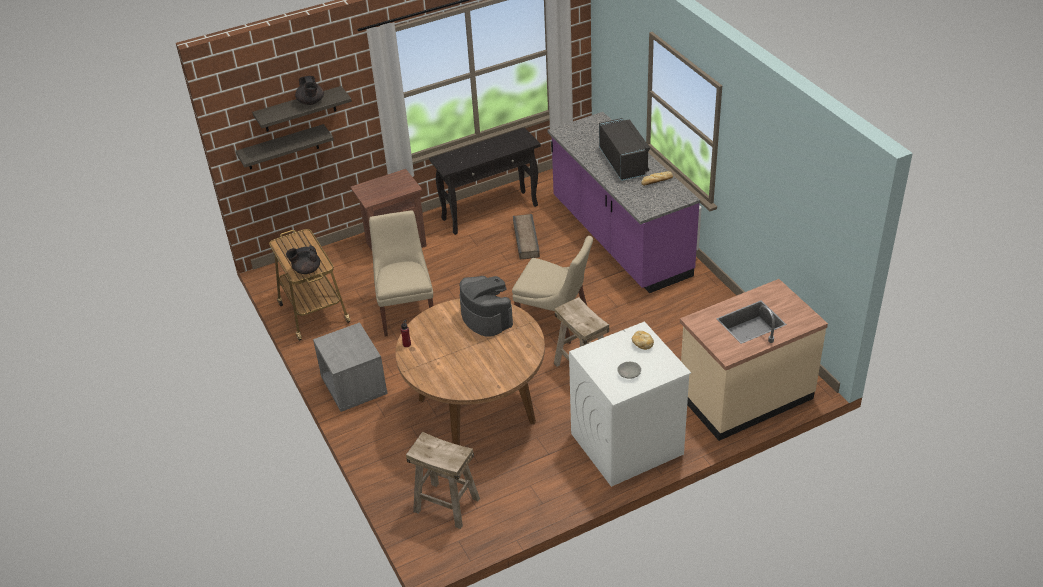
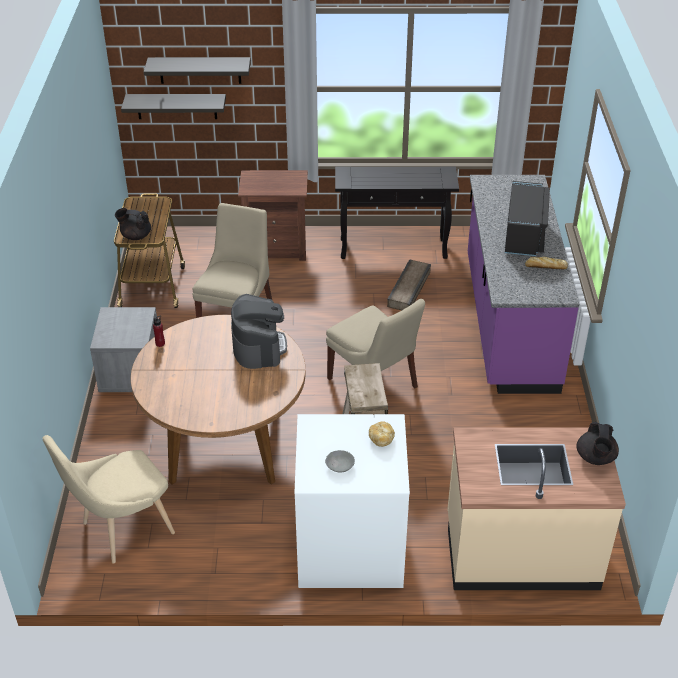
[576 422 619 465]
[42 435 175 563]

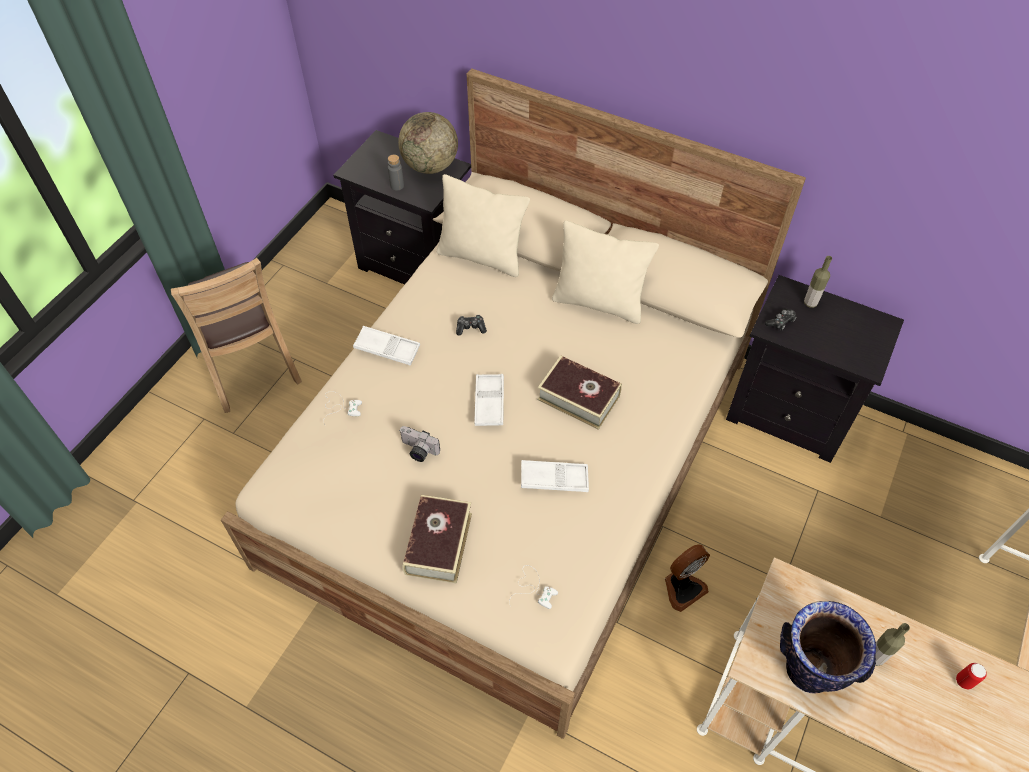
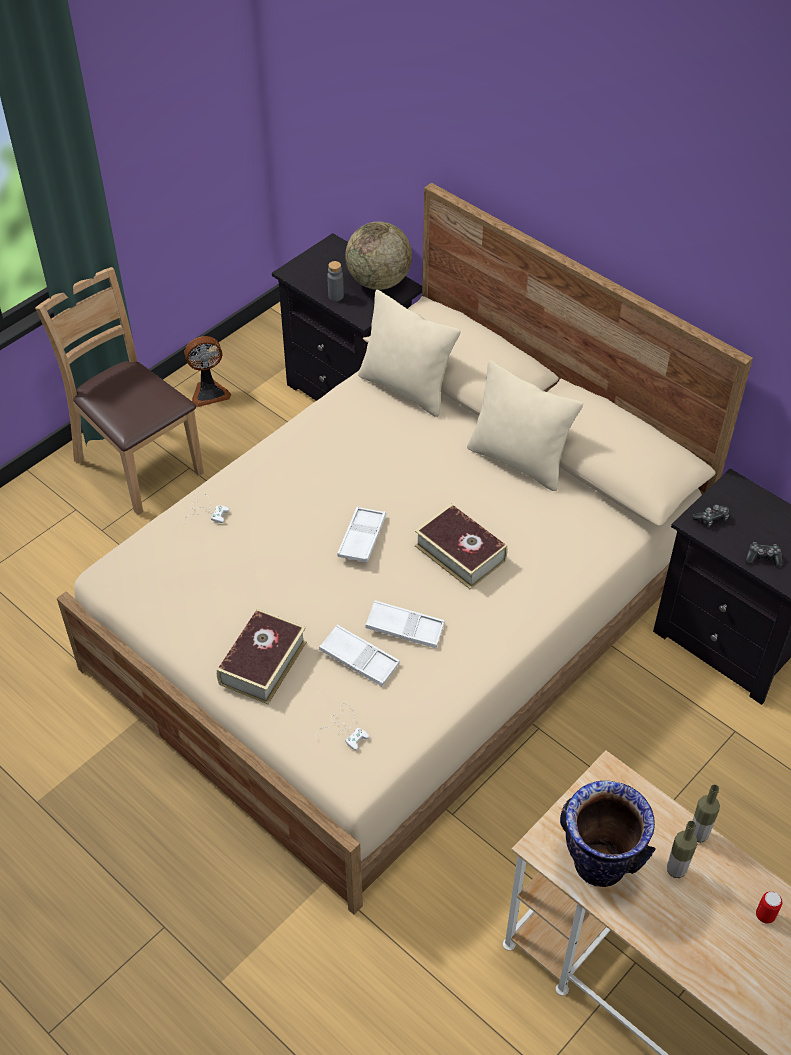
[400 426 440 462] (first image)
[319 625 400 687]
[745 542 782 568]
[185 336 231 407]
[692 784 720 843]
[35 267 204 515]

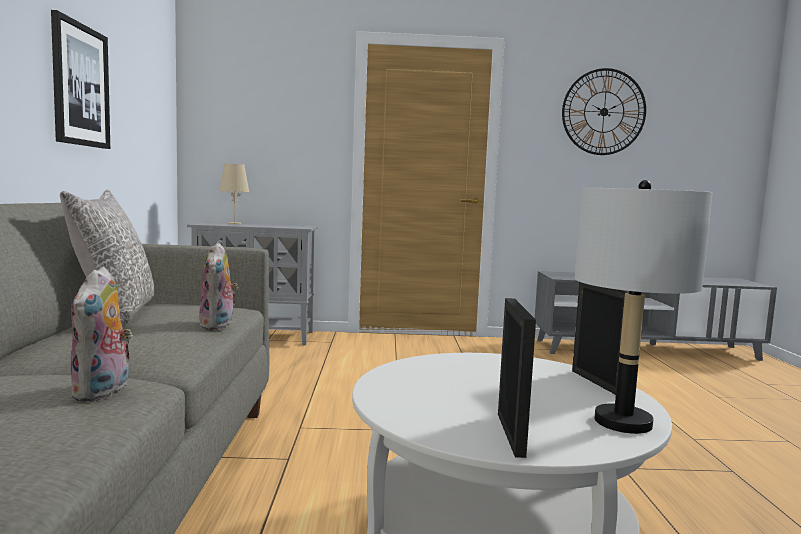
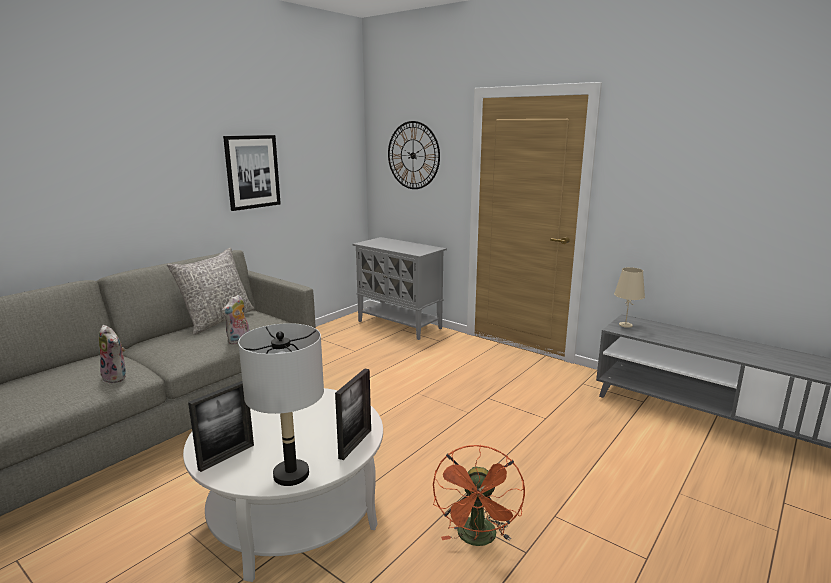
[433 445 525 546]
[614 267 645 328]
[388 121 440 189]
[99 325 126 384]

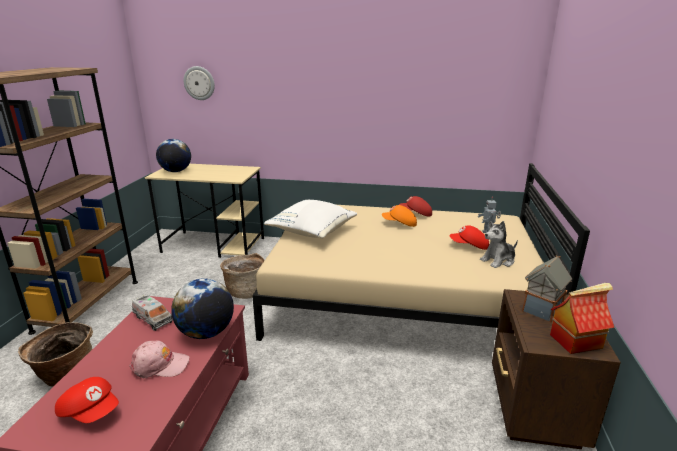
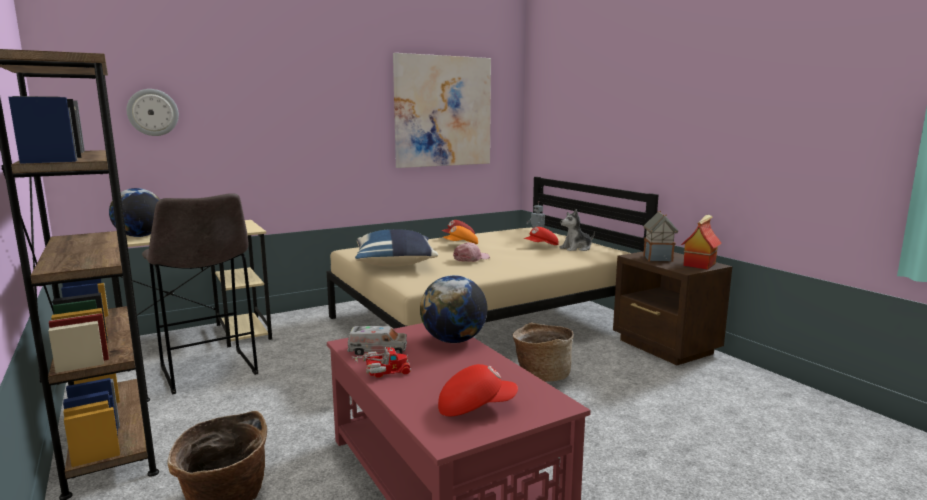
[142 193 258 394]
[352 346 411 378]
[393 53 491 168]
[453 242 490 262]
[513 322 574 381]
[355 229 438 267]
[559 209 595 251]

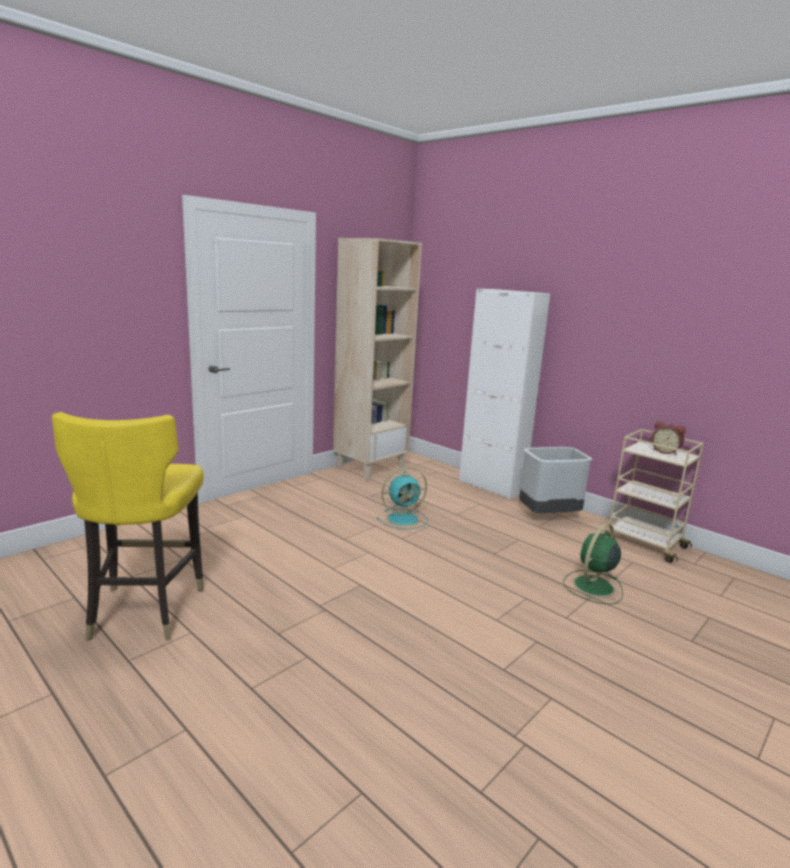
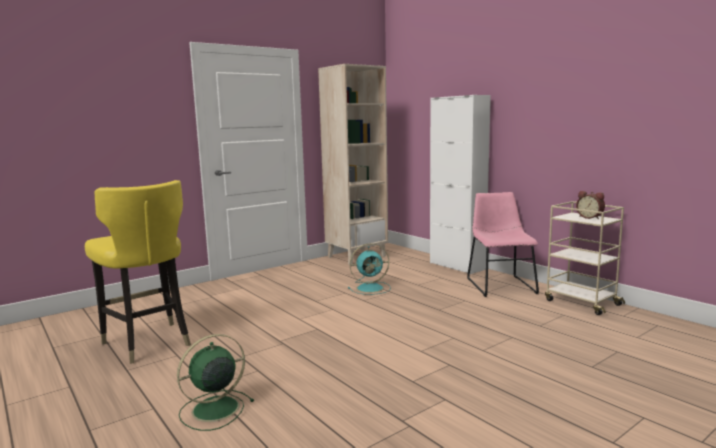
[177 334 254 431]
[467 192 539 297]
[85 180 191 364]

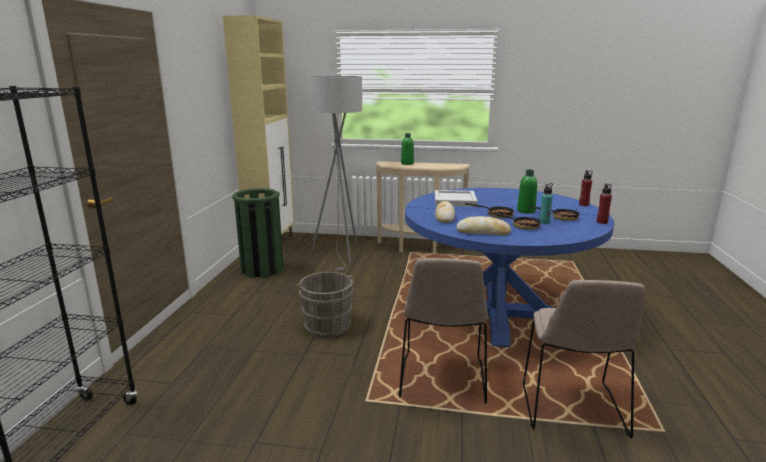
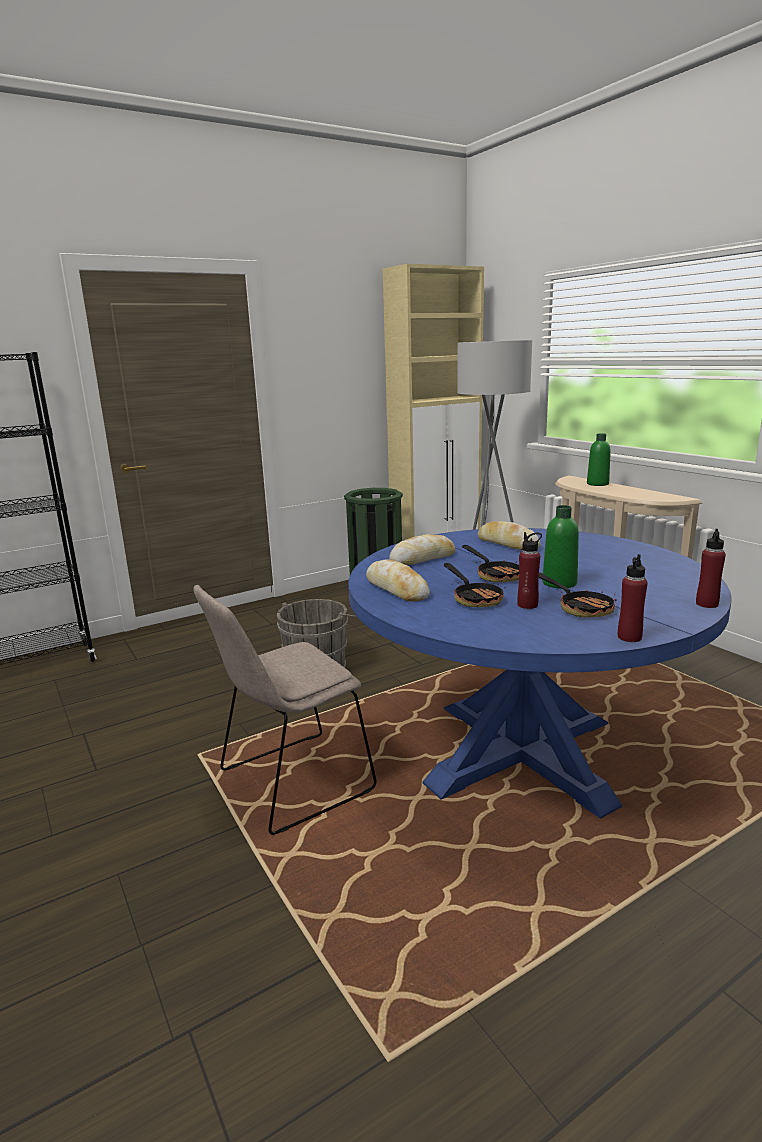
[522 280 645 438] (first image)
[478 521 540 550]
[517 532 542 609]

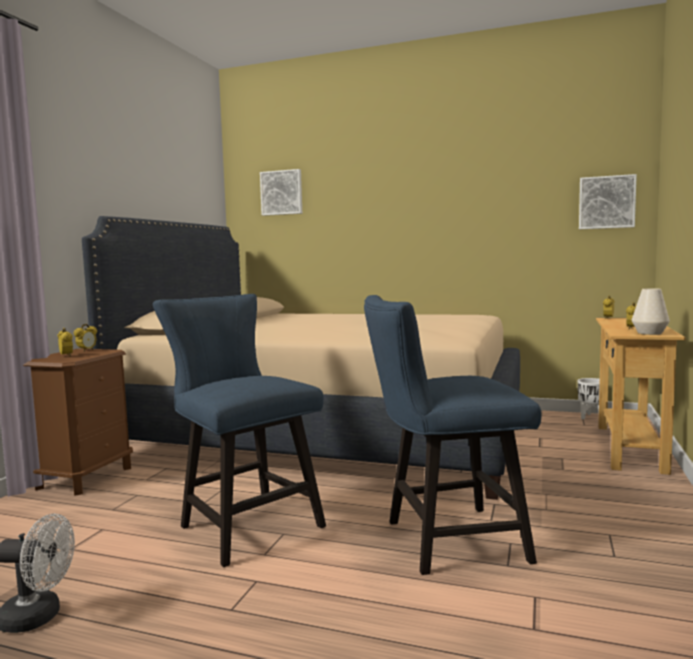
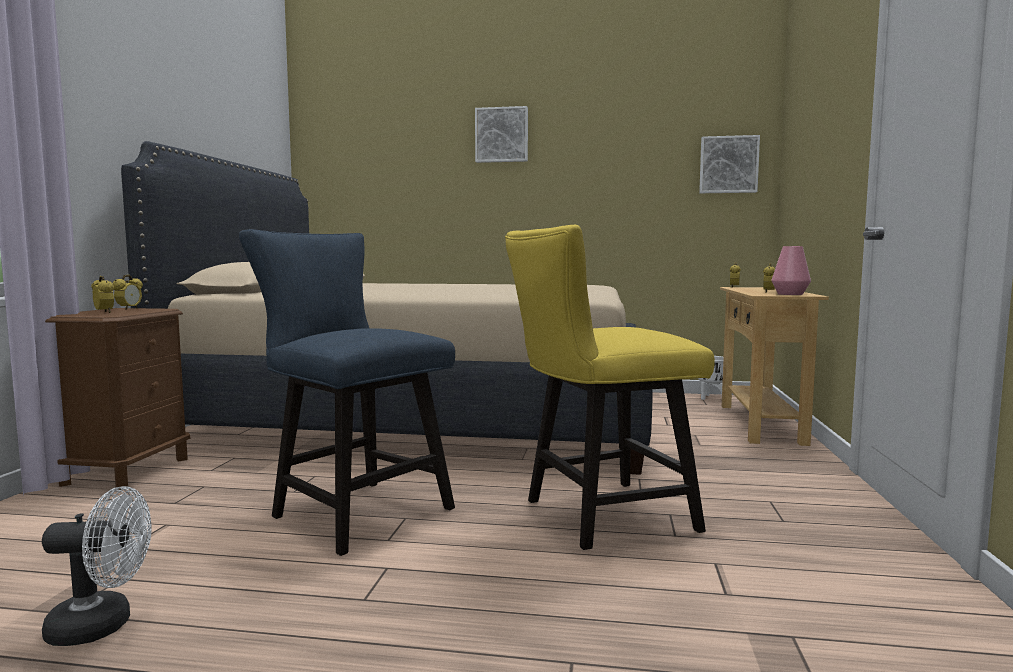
[475 106 528 163]
[505 225 715 550]
[771 246 811 295]

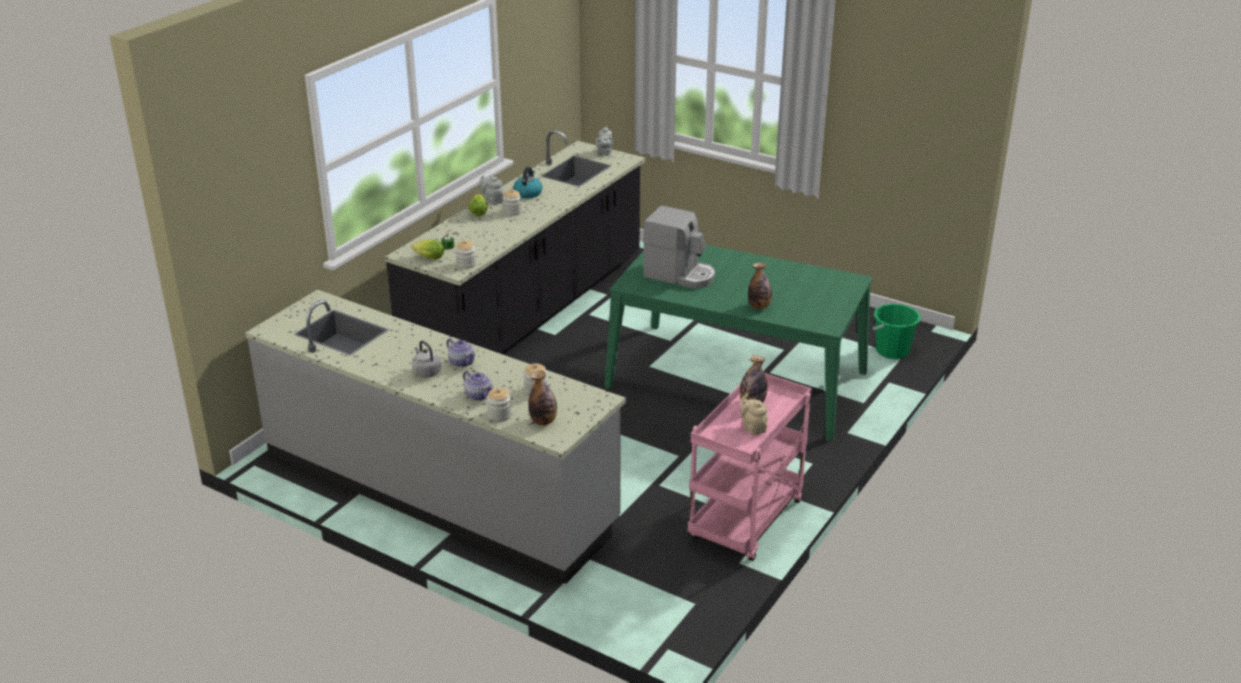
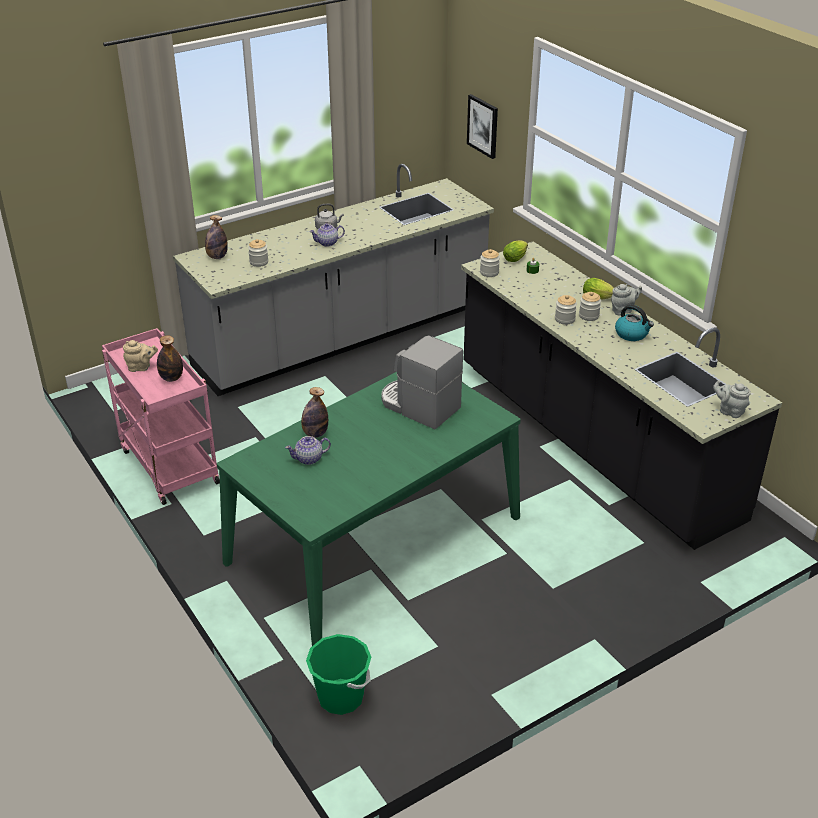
[467 94 498 159]
[285 436 331 465]
[555 295 577 325]
[381 335 463 429]

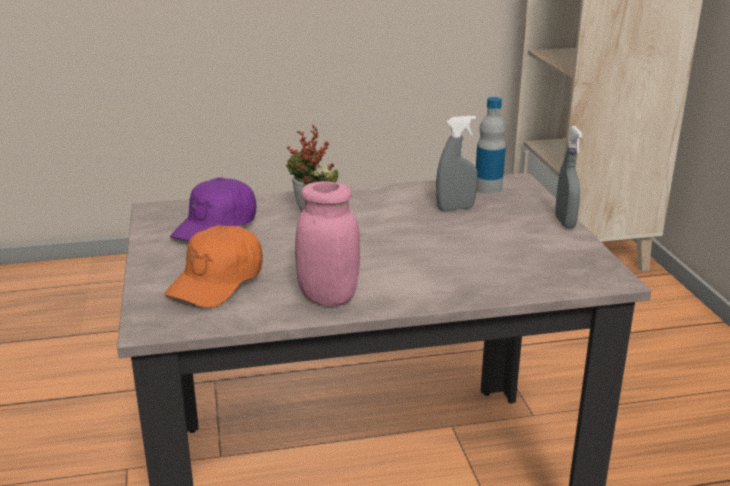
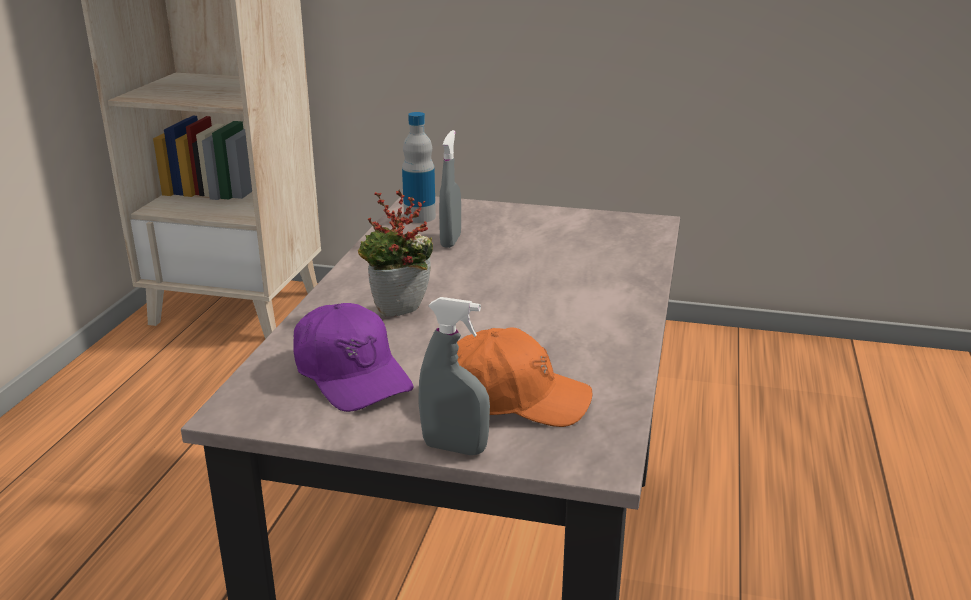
[295 181 360 306] (first image)
[418 297 490 455]
[457 327 593 427]

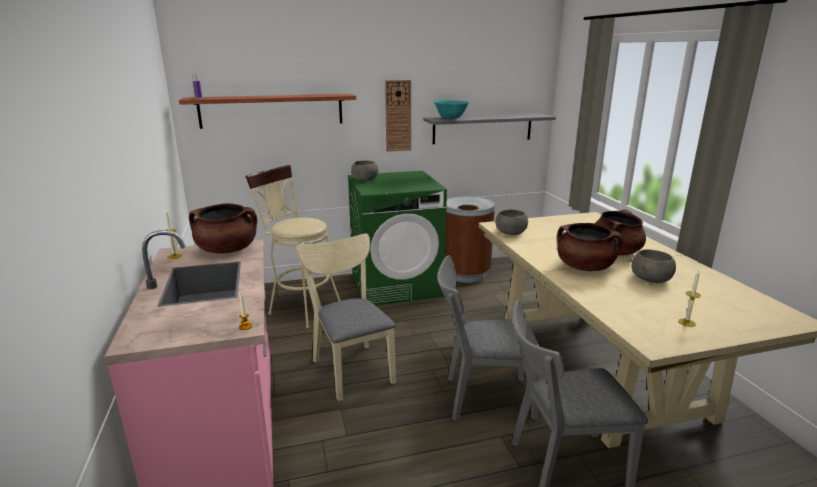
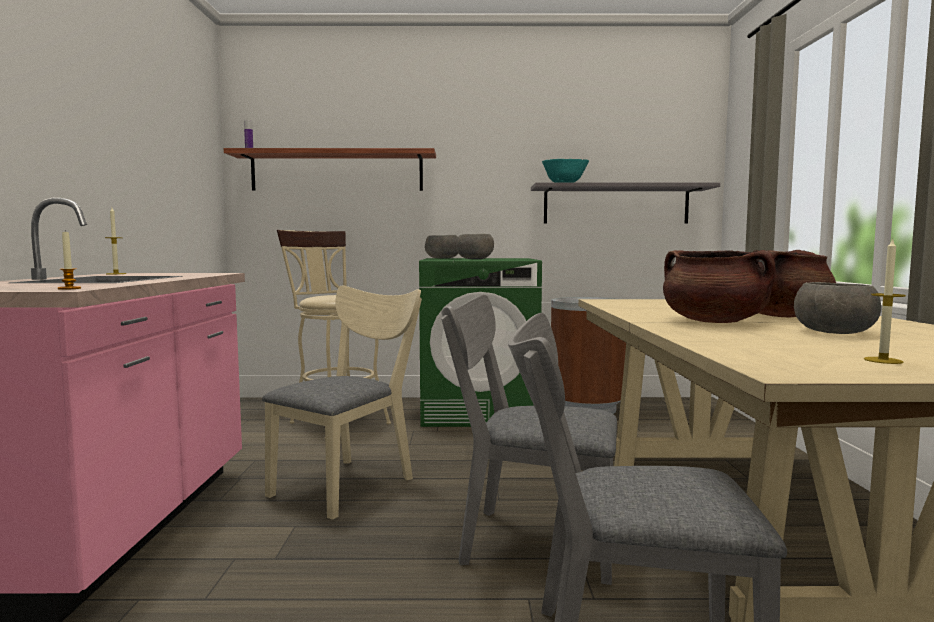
[189 203 257 254] (first image)
[385 80 411 152] (first image)
[456 234 494 259]
[262 286 422 520]

